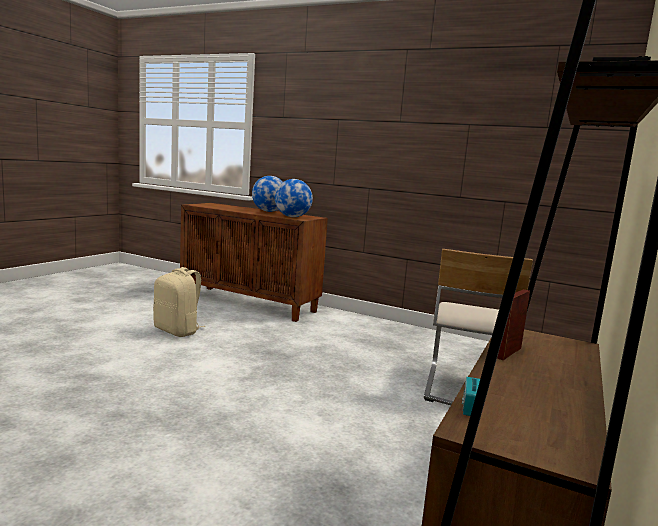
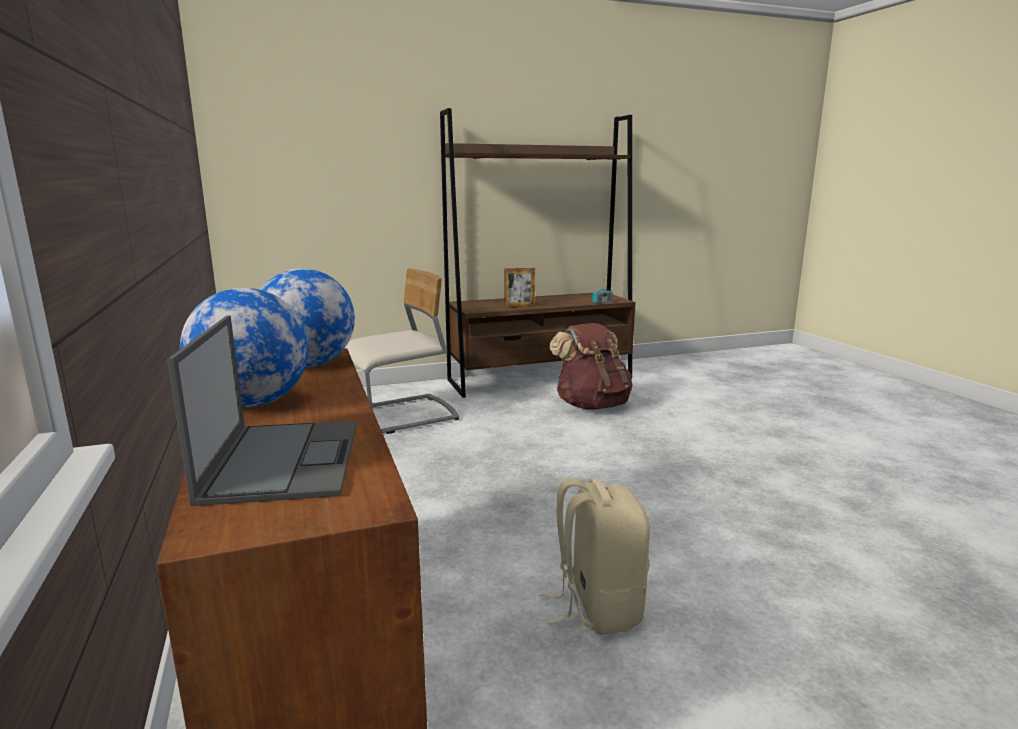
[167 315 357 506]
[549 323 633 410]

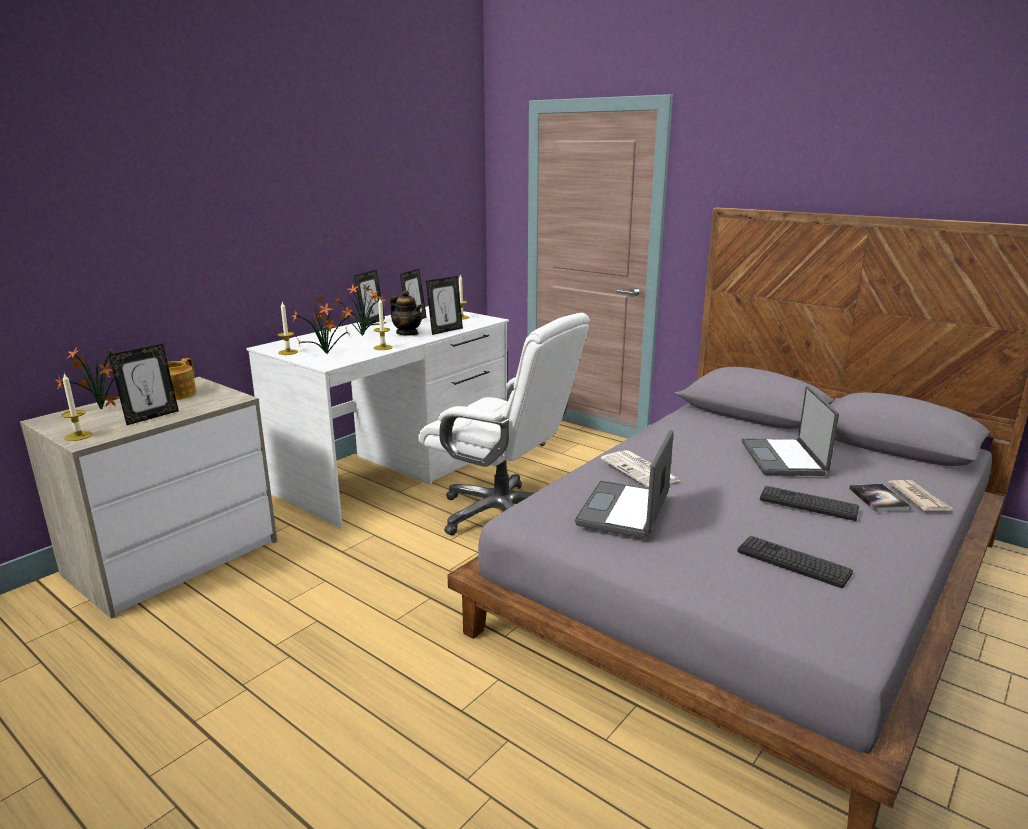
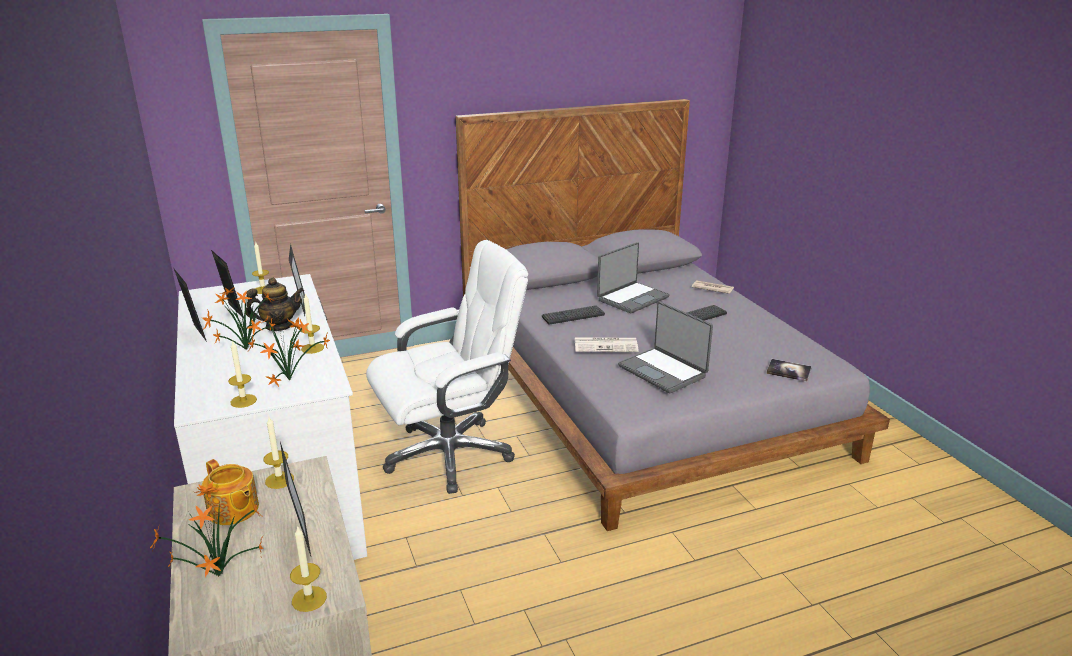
[263 417 294 489]
[542 305 605 325]
[766 359 812 382]
[597 242 670 313]

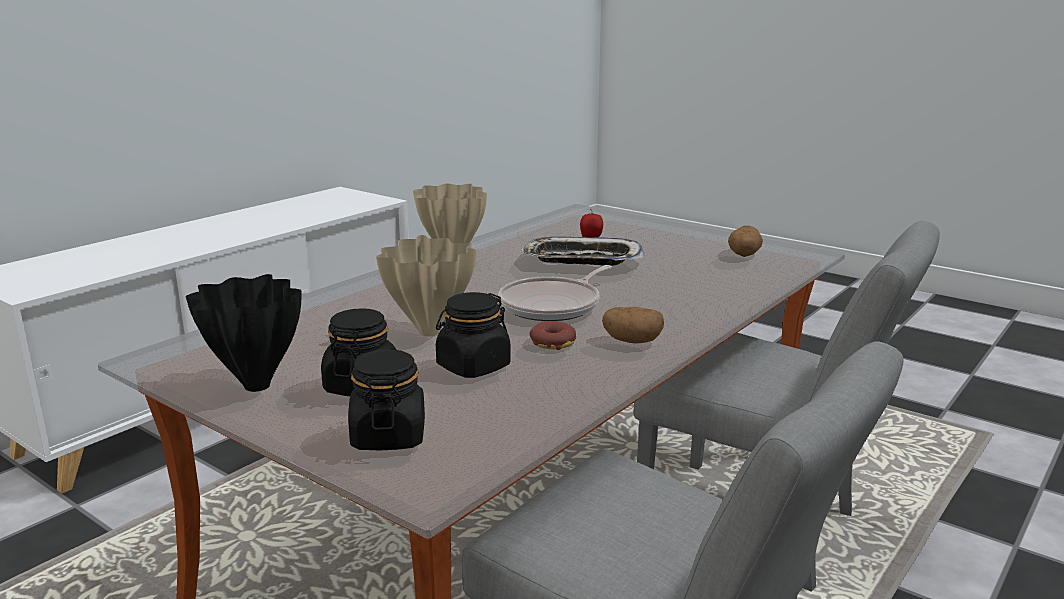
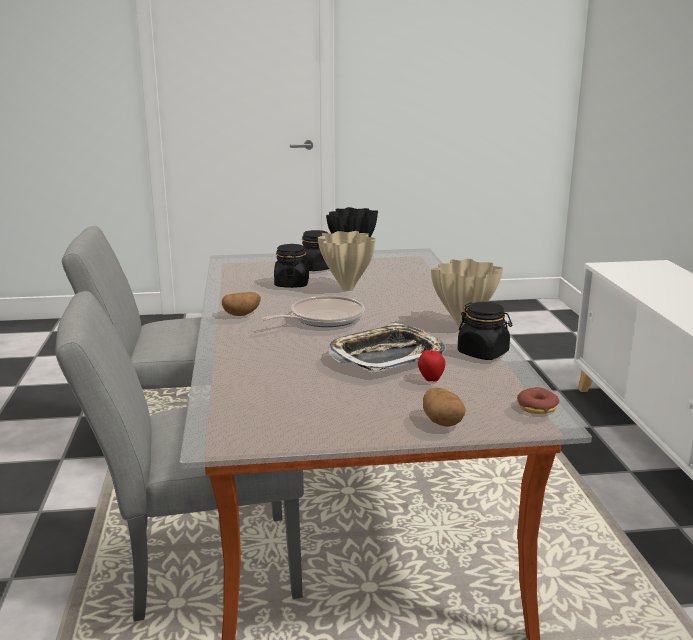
[458 302 512 360]
[517 387 559 414]
[423 388 466 427]
[261 295 365 327]

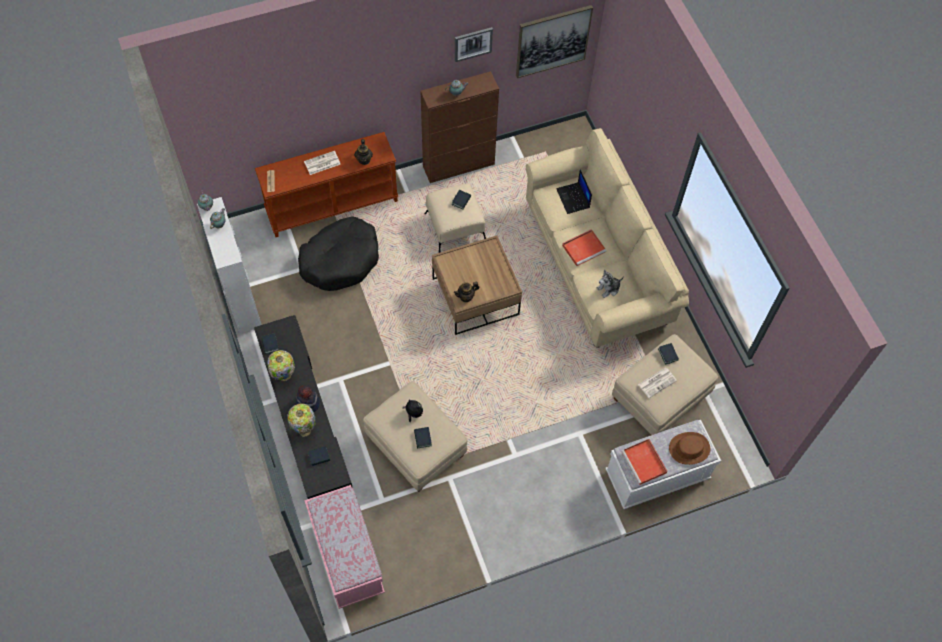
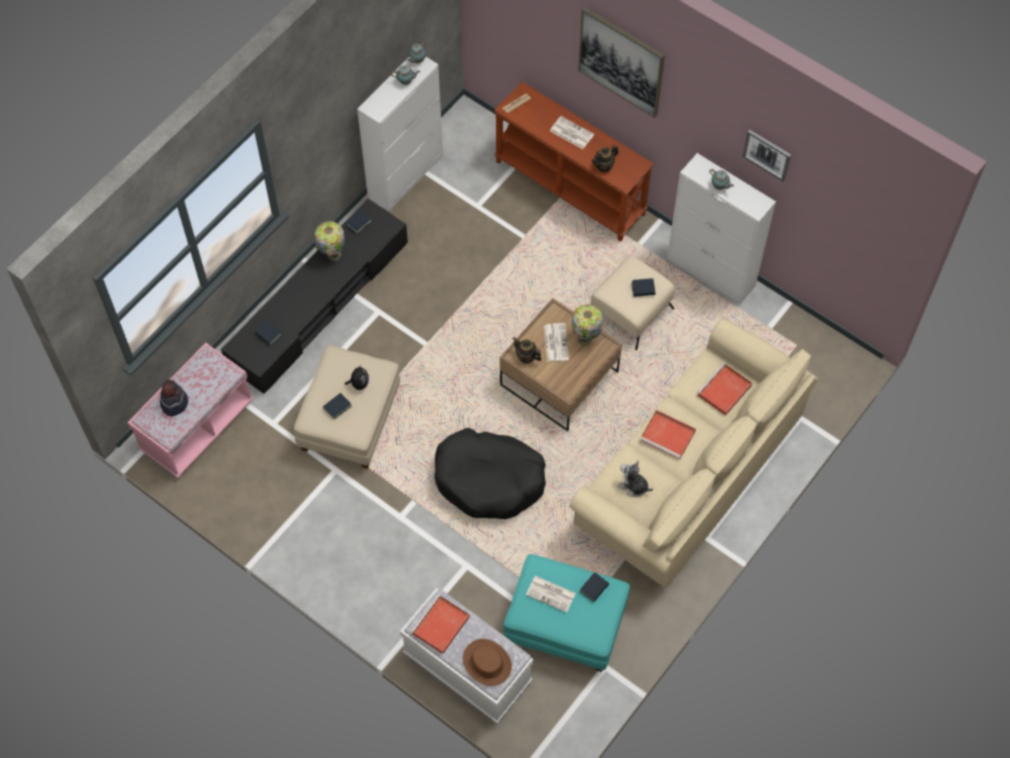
[544 323 569 362]
[572 304 603 346]
[160 380 188 416]
[434 428 546 519]
[578 7 665 118]
[697 363 752 415]
[667 153 776 305]
[503 554 630 672]

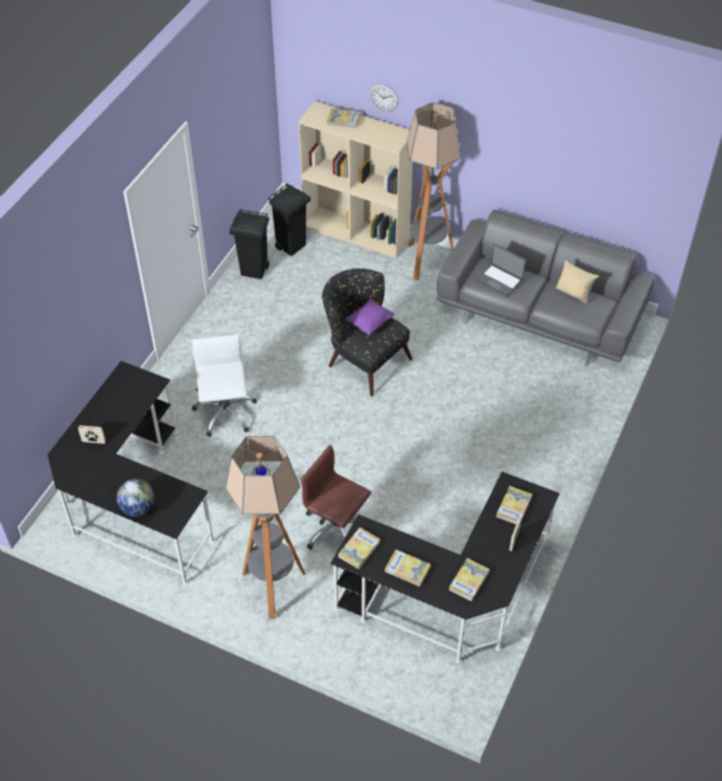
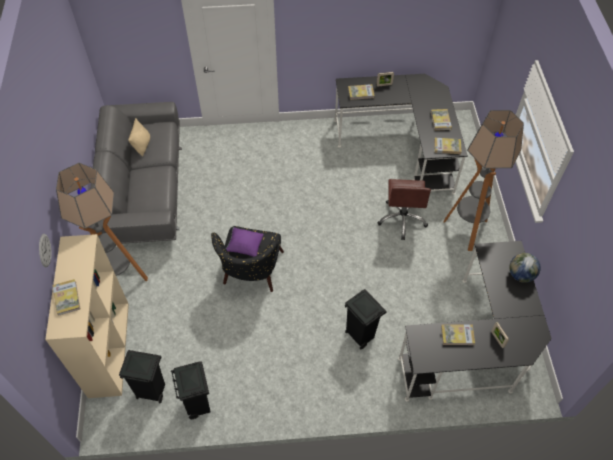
[476 244 526 297] (first image)
[441 324 475 345]
[345 289 387 349]

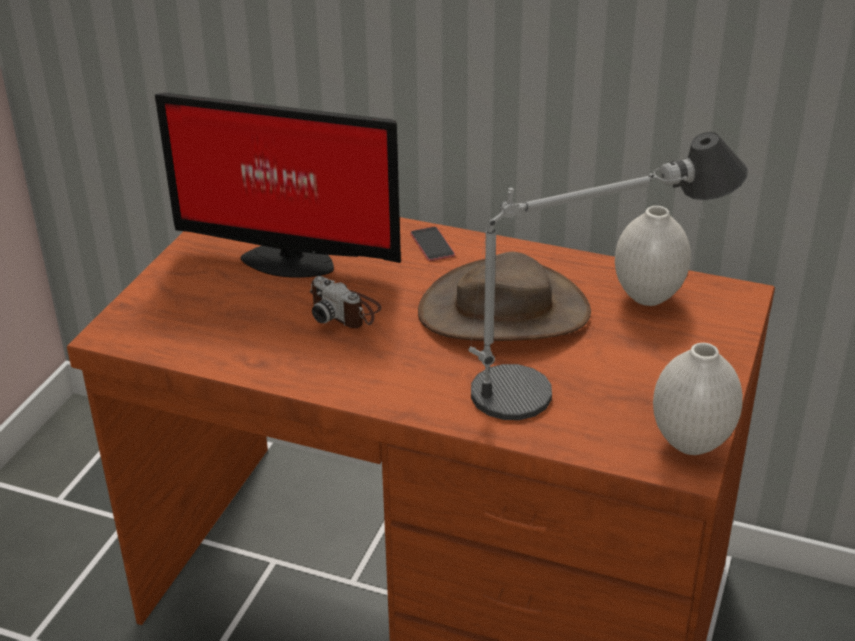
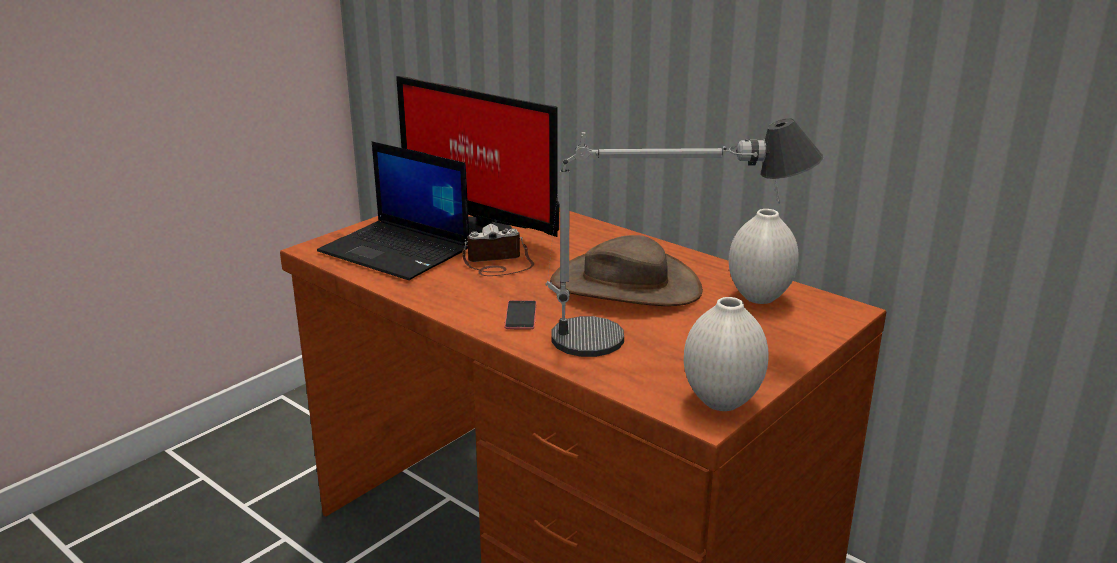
[317 141 469 280]
[504 300 537 330]
[462 224 534 276]

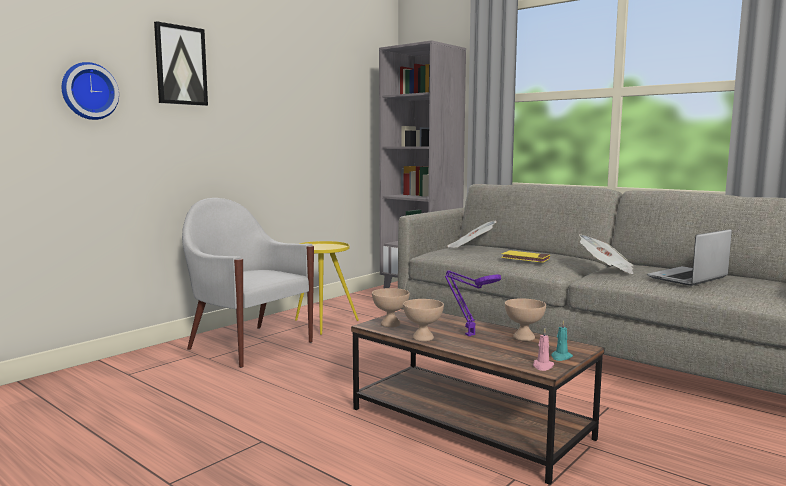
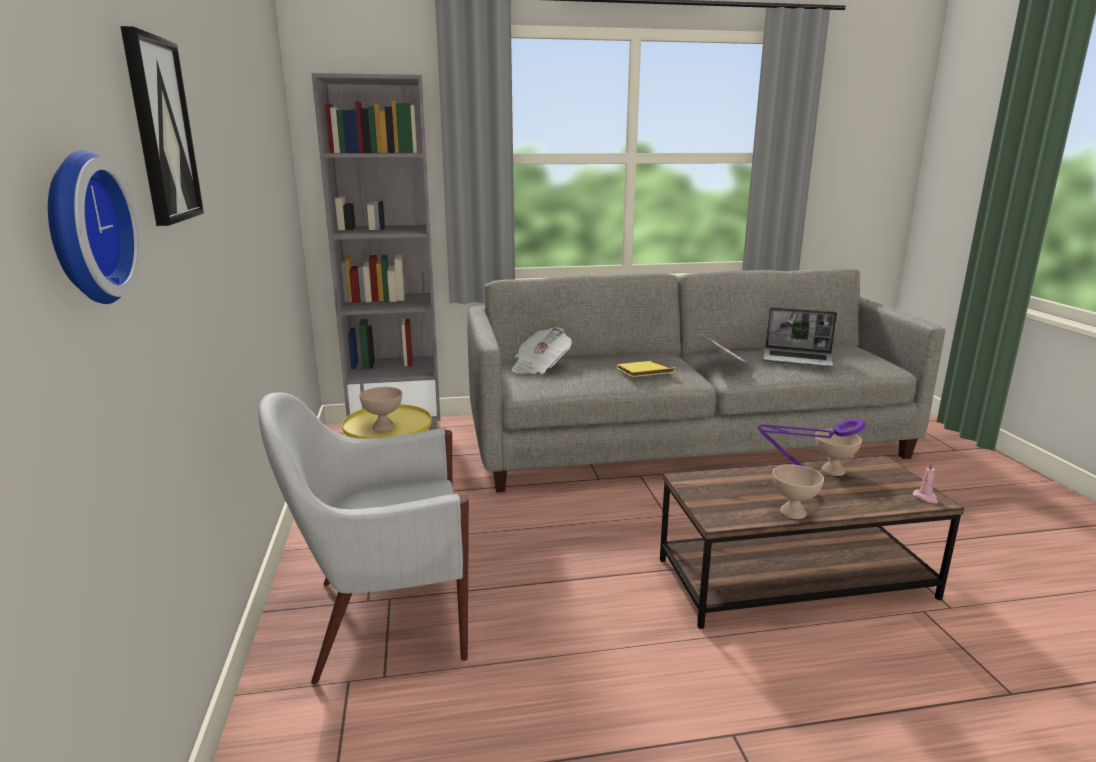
[551 320 573 361] (first image)
[359 387 402 432]
[763 307 837 367]

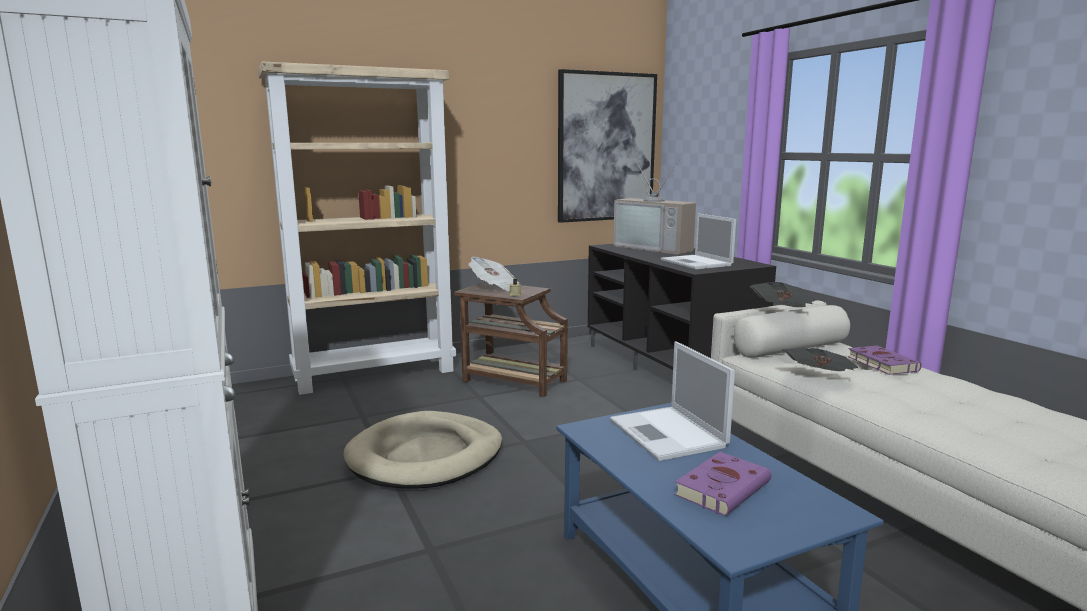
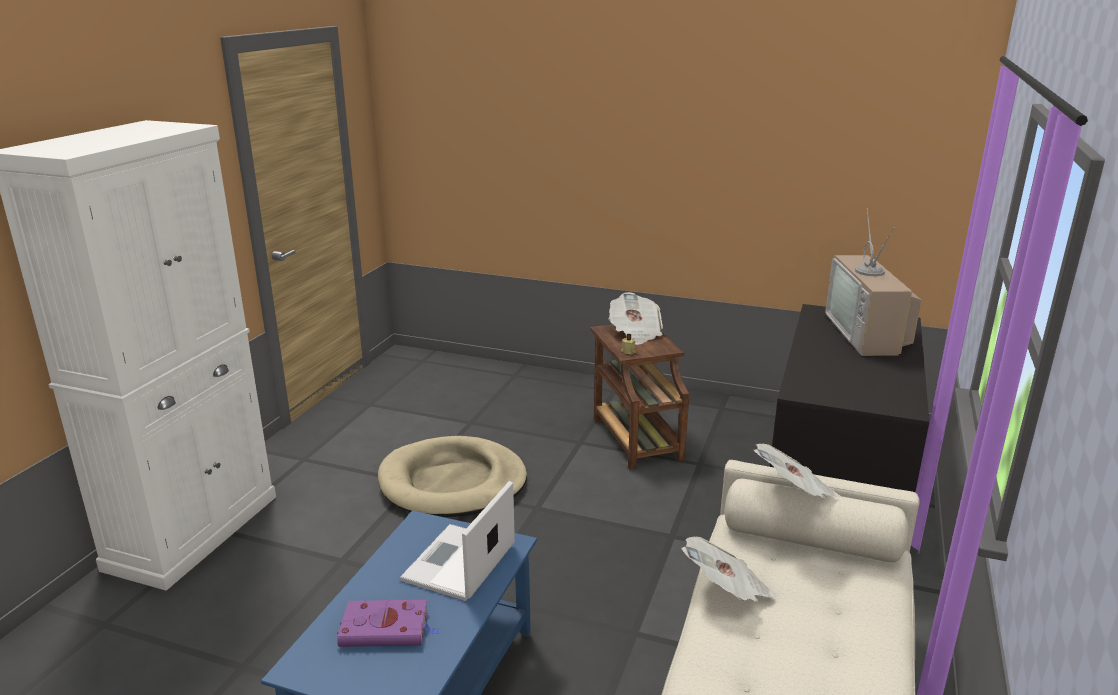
[258 62 456 395] (first image)
[558 69 657 223] (first image)
[661 213 736 270] (first image)
[848 346 922 375] (first image)

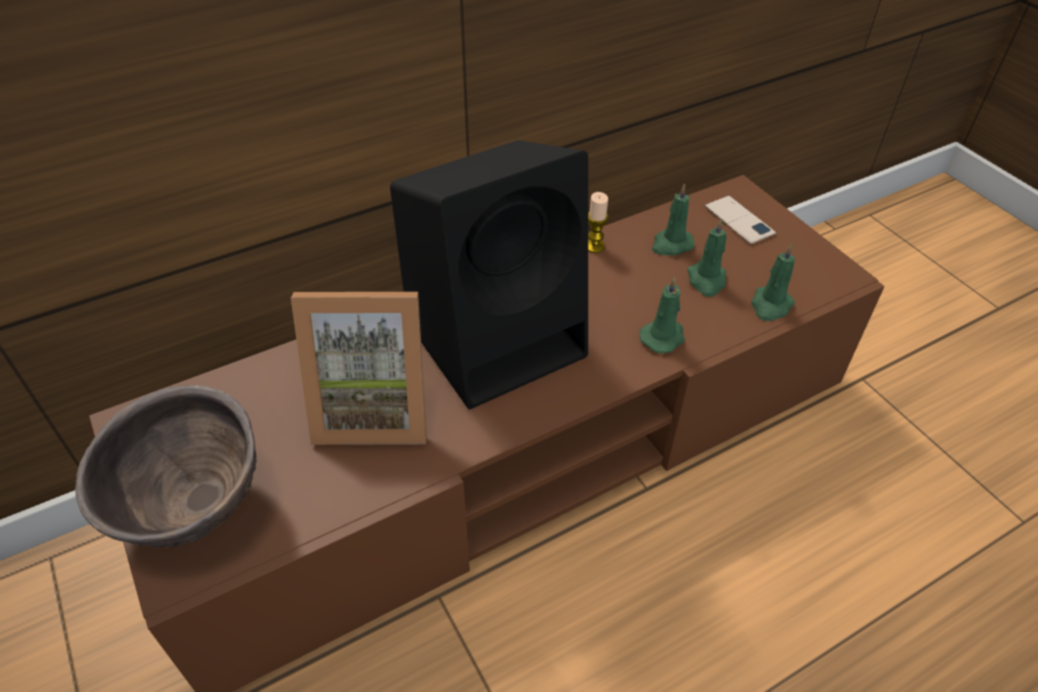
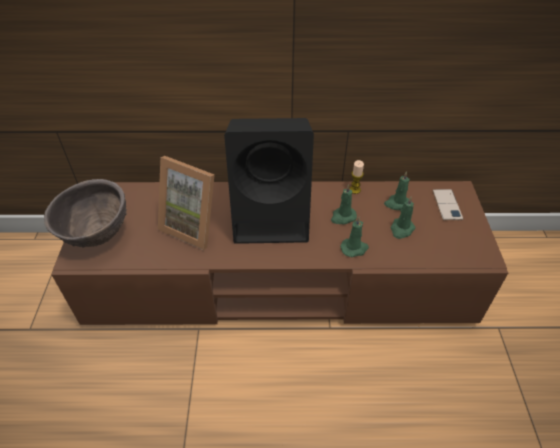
[331 184 357 224]

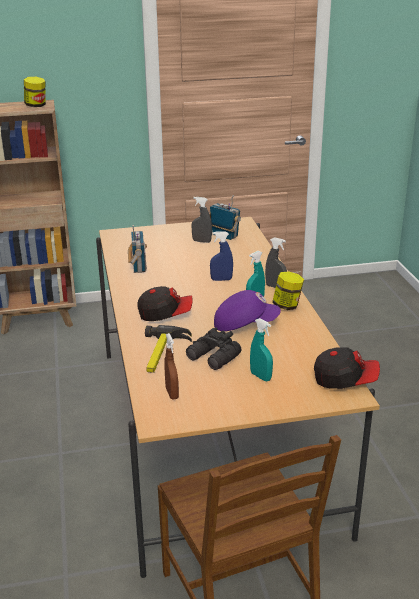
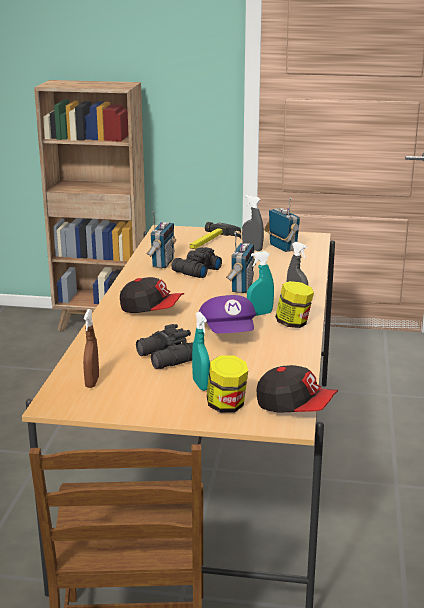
[172 247 222 278]
[207 355 248 413]
[190 222 241 249]
[226 232 256 293]
[199 295 256 333]

